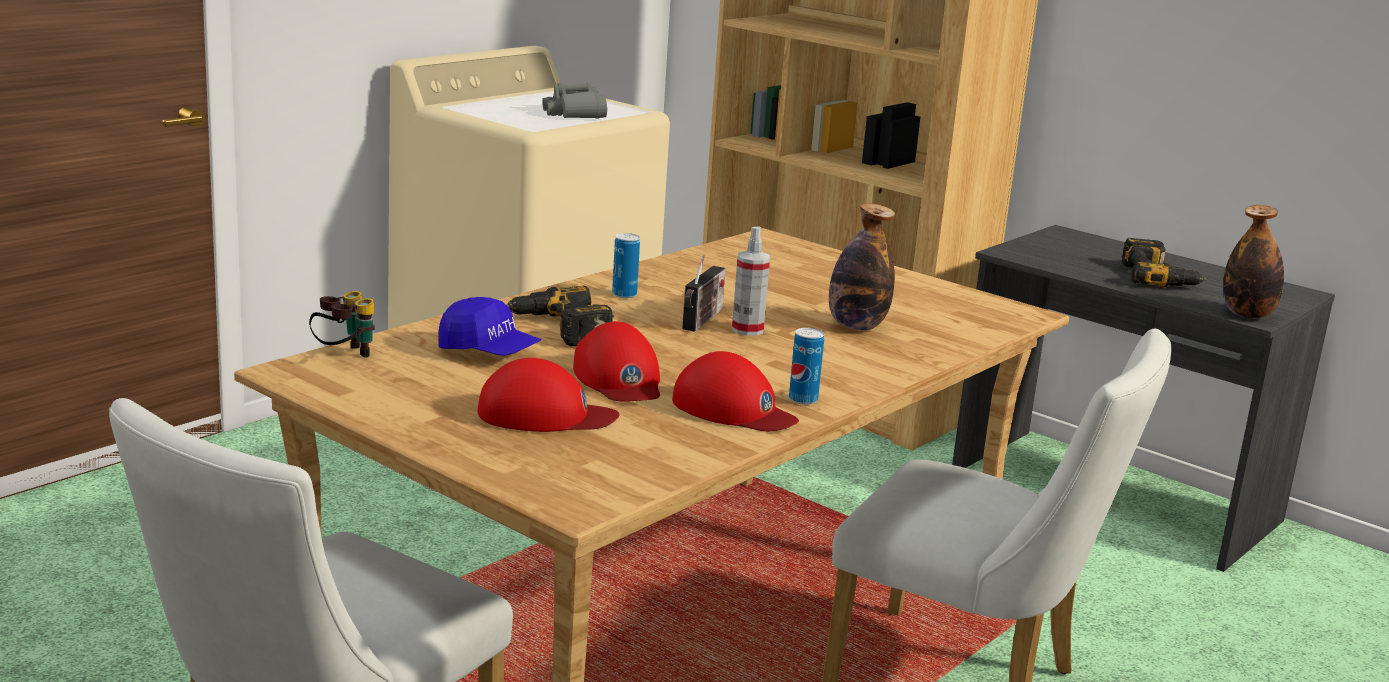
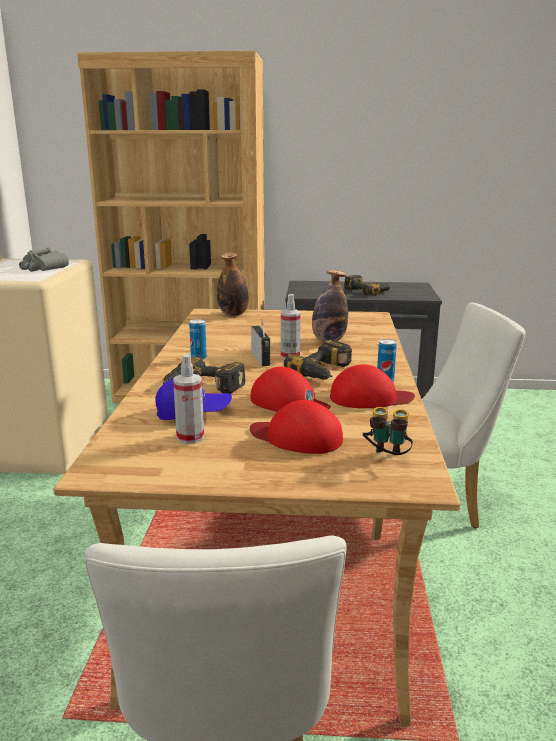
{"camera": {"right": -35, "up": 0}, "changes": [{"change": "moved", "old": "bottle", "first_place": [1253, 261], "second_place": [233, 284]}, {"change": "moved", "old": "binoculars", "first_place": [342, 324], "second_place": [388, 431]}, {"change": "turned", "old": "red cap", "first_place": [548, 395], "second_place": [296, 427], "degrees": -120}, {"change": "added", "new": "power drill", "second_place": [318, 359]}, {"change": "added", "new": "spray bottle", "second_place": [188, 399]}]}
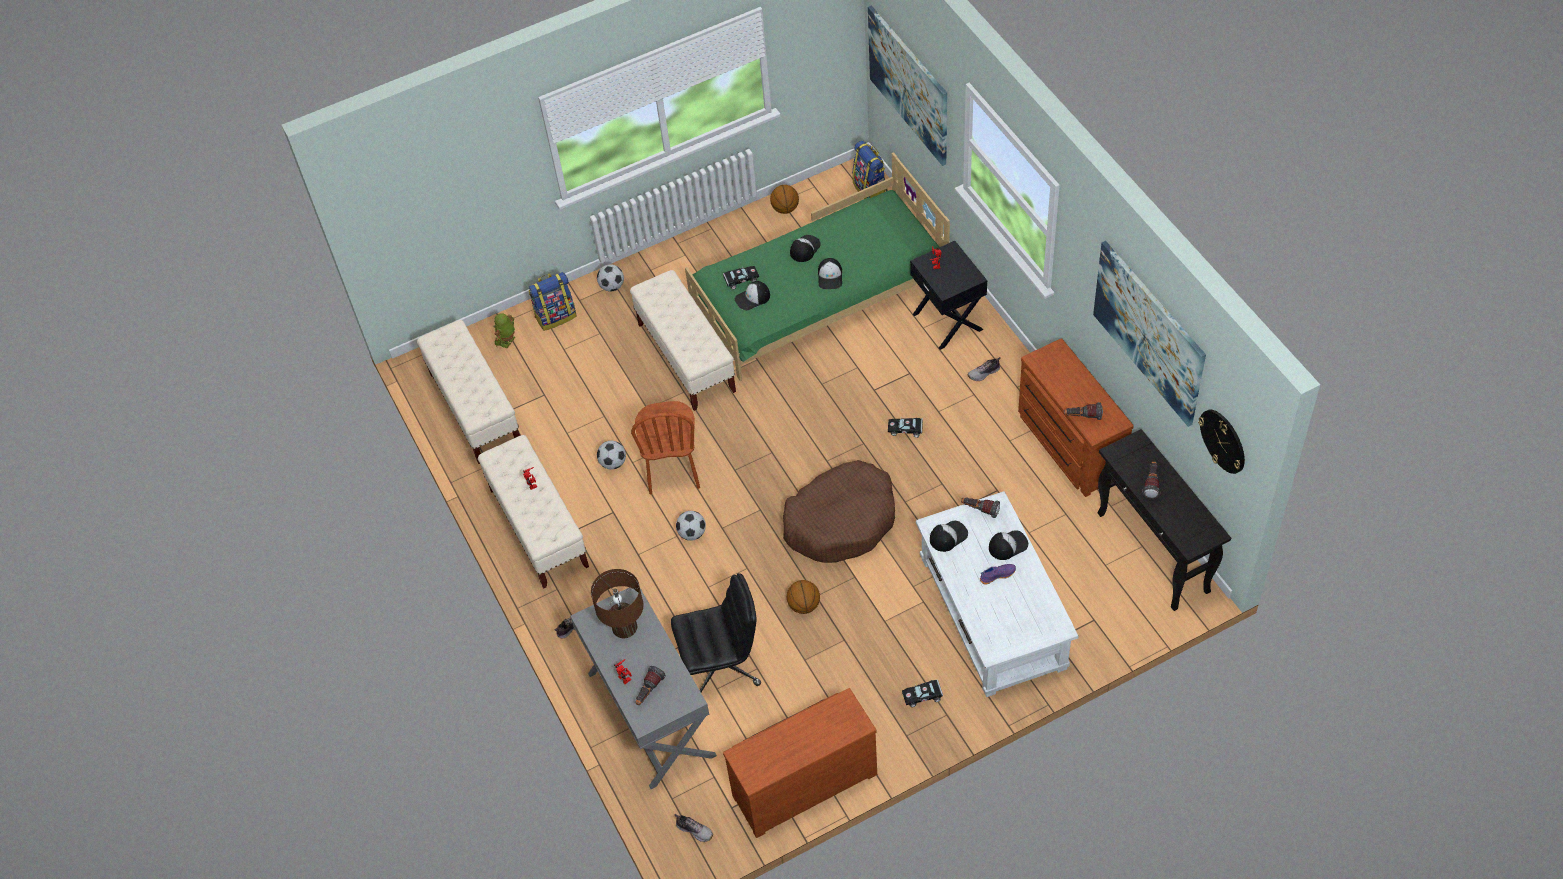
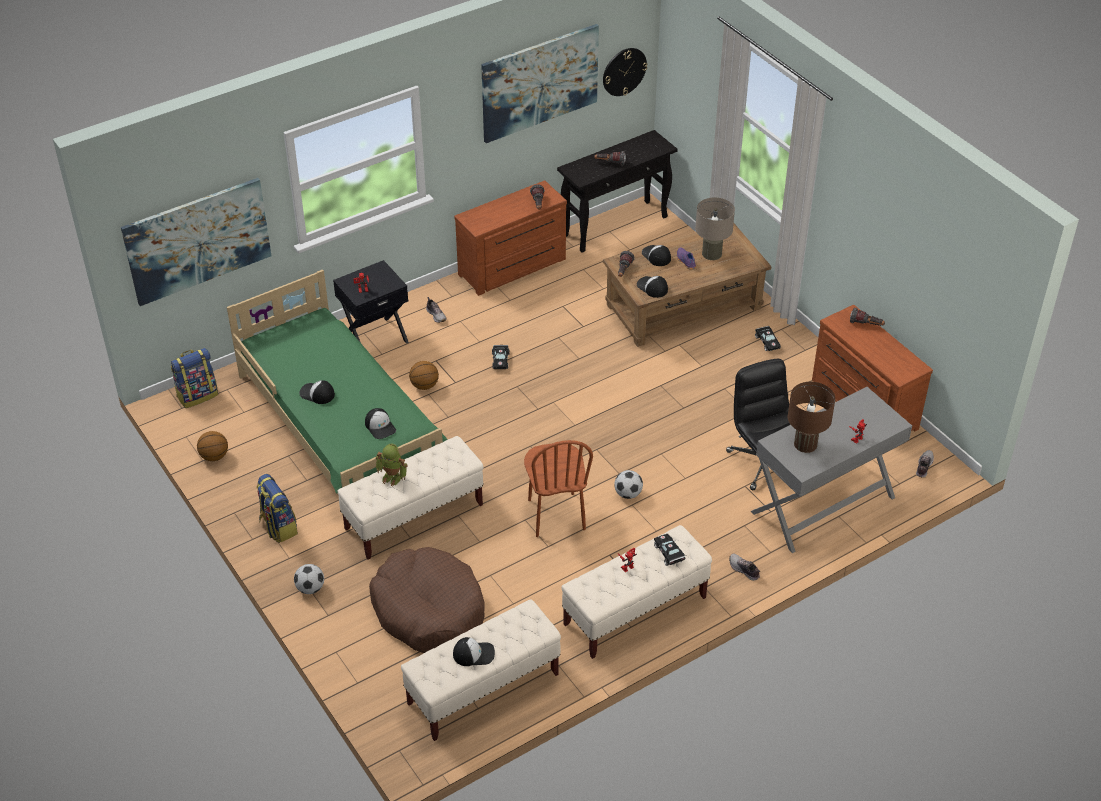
{"camera": {"right": -100, "up": -10}, "changes": [{"change": "moved", "old": "cap", "first_place": [830, 273], "second_place": [474, 651]}, {"change": "moved", "old": "black toy car", "first_place": [741, 278], "second_place": [670, 550]}, {"change": "moved", "old": "backpack", "first_place": [553, 301], "second_place": [277, 508]}, {"change": "moved", "old": "toy robot", "first_place": [504, 330], "second_place": [392, 464]}, {"change": "turned", "old": "brown chair", "first_place": [665, 447], "second_place": [558, 488], "degrees": 90}, {"change": "removed", "old": "football", "first_place": [611, 455]}, {"change": "moved", "old": "brown dog bed", "first_place": [839, 511], "second_place": [427, 600]}, {"change": "recoloured", "old": "white coffee table", "new": "brown coffee table", "first_place": [997, 594], "second_place": [687, 285]}, {"change": "moved", "old": "basketball", "first_place": [803, 597], "second_place": [424, 375]}, {"change": "moved", "old": "flashlight", "first_place": [651, 685], "second_place": [867, 317]}, {"change": "added", "new": "beige table lamp", "second_place": [715, 228]}]}
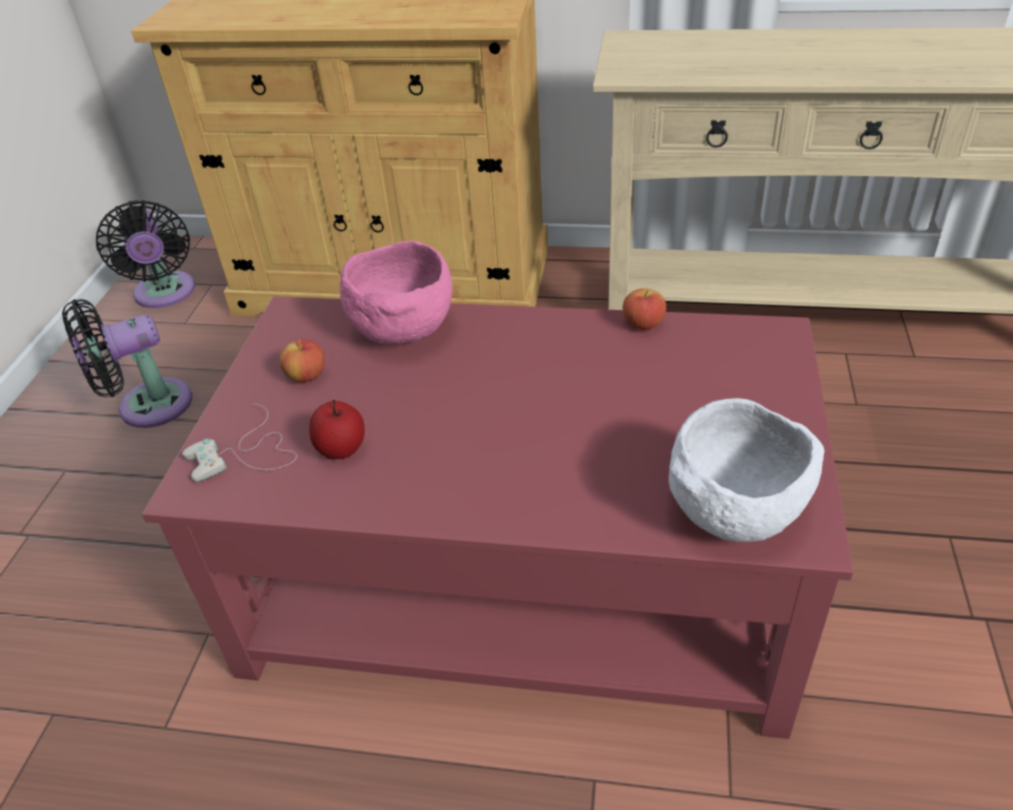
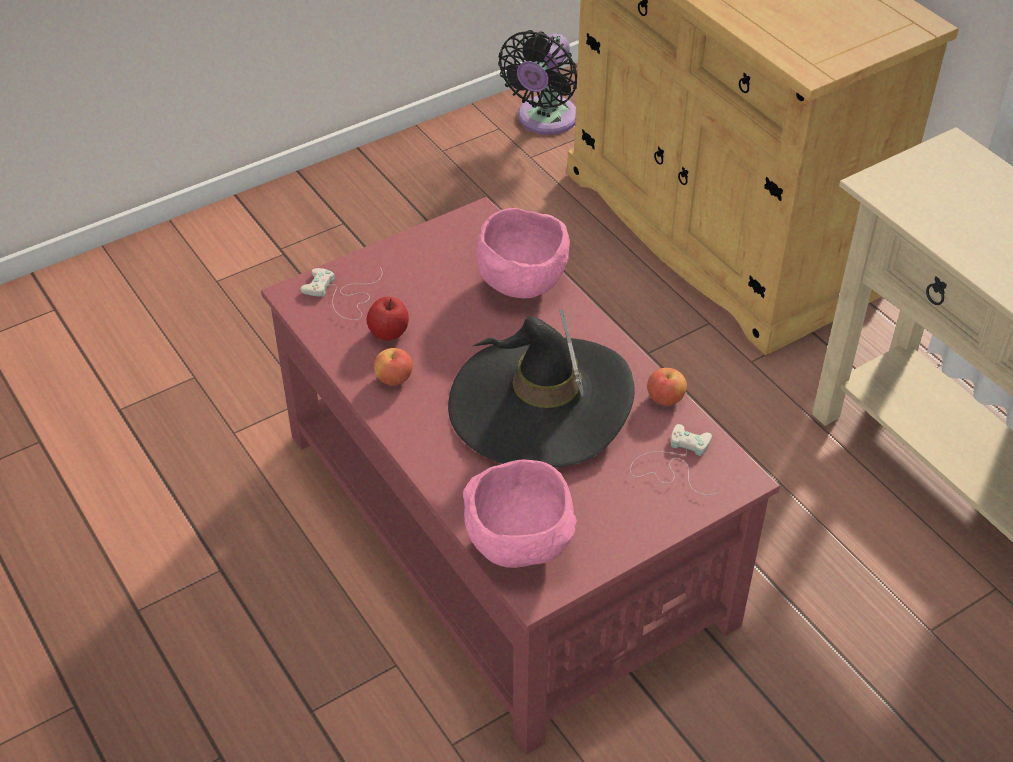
{"camera": {"right": 45, "up": 5}, "changes": [{"change": "removed", "old": "black fan", "first_place": [127, 363]}, {"change": "moved", "old": "apple", "first_place": [302, 360], "second_place": [393, 366]}, {"change": "recoloured", "old": "white bowl", "new": "pink bowl", "first_place": [746, 470], "second_place": [520, 513]}, {"change": "added", "new": "black hat", "second_place": [541, 388]}, {"change": "added", "new": "white game controller", "second_place": [673, 459]}]}
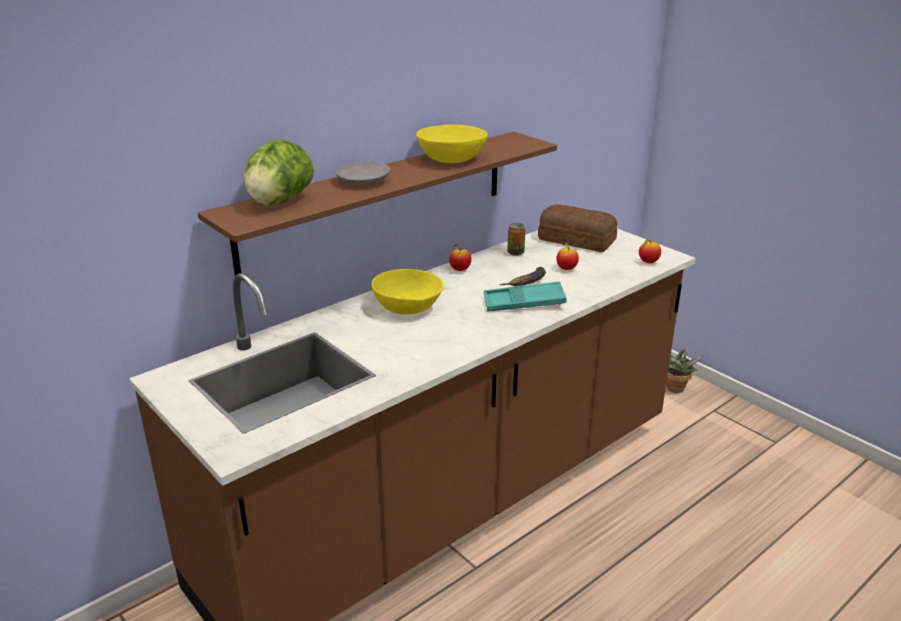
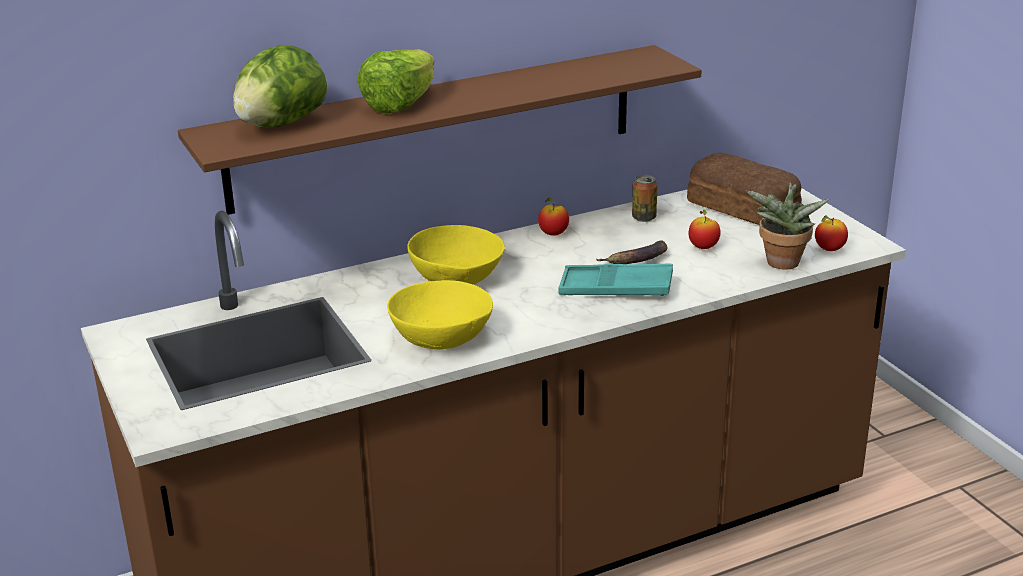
{"camera": {"right": 15, "up": 0}, "changes": [{"change": "moved", "old": "yellow bowl", "first_place": [452, 144], "second_place": [440, 315]}, {"change": "replaced", "old": "grey plate", "new": "lettuce", "first_place": [362, 173], "second_place": [395, 81]}, {"change": "moved", "old": "potted plant", "first_place": [685, 370], "second_place": [788, 226]}]}
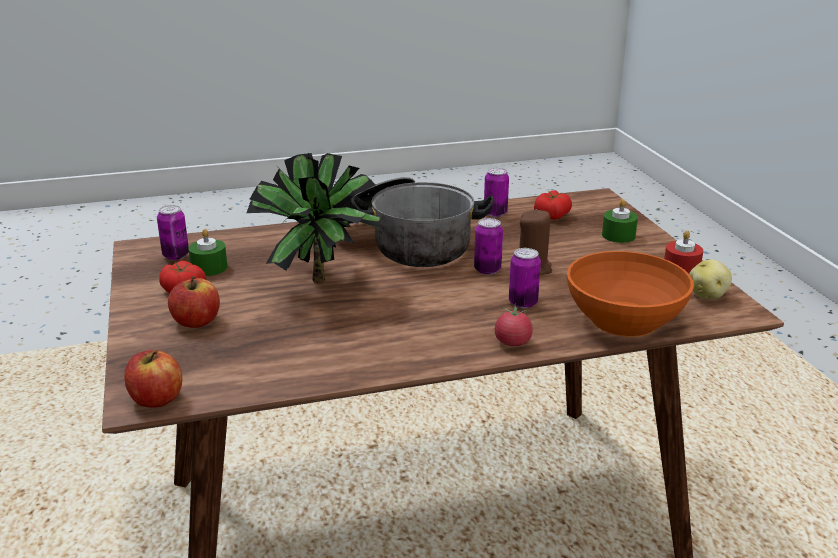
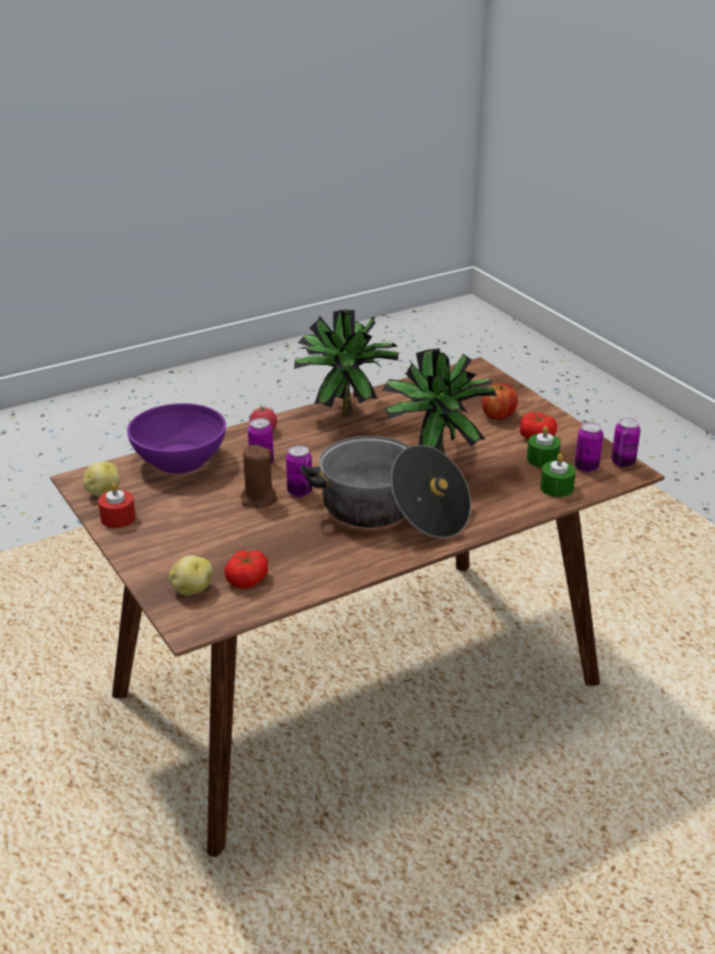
{"camera": {"right": 165, "up": 5}, "changes": [{"change": "moved", "old": "can", "first_place": [496, 192], "second_place": [625, 442]}, {"change": "moved", "old": "green candle", "first_place": [620, 221], "second_place": [558, 475]}, {"change": "recoloured", "old": "orange bowl", "new": "purple bowl", "first_place": [630, 294], "second_place": [176, 438]}, {"change": "removed", "old": "apple", "first_place": [153, 379]}, {"change": "added", "new": "potted plant", "second_place": [346, 363]}, {"change": "added", "new": "potato", "second_place": [190, 576]}]}
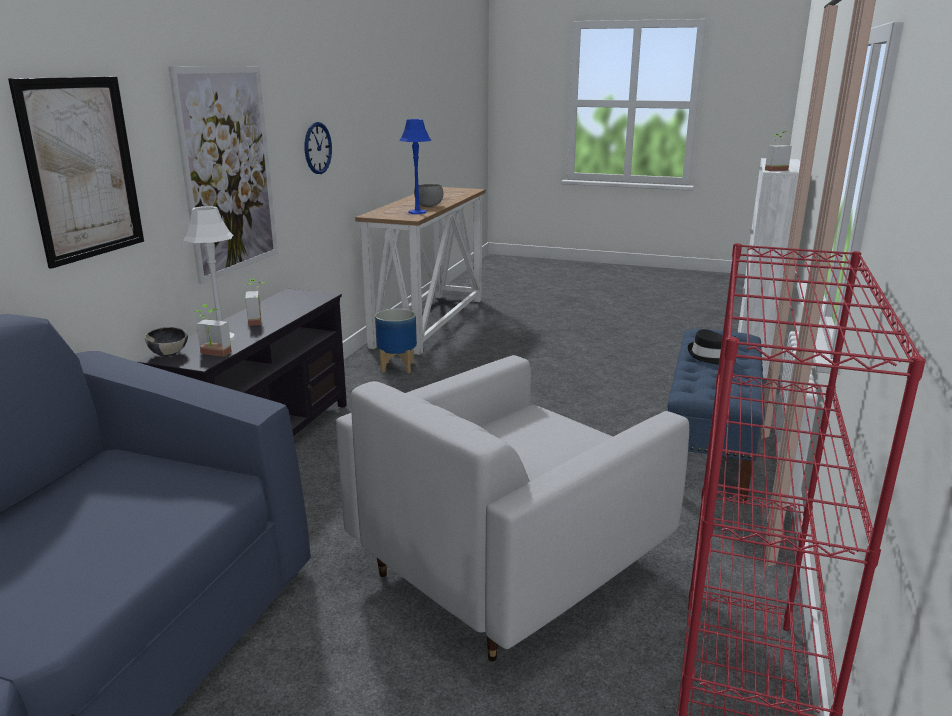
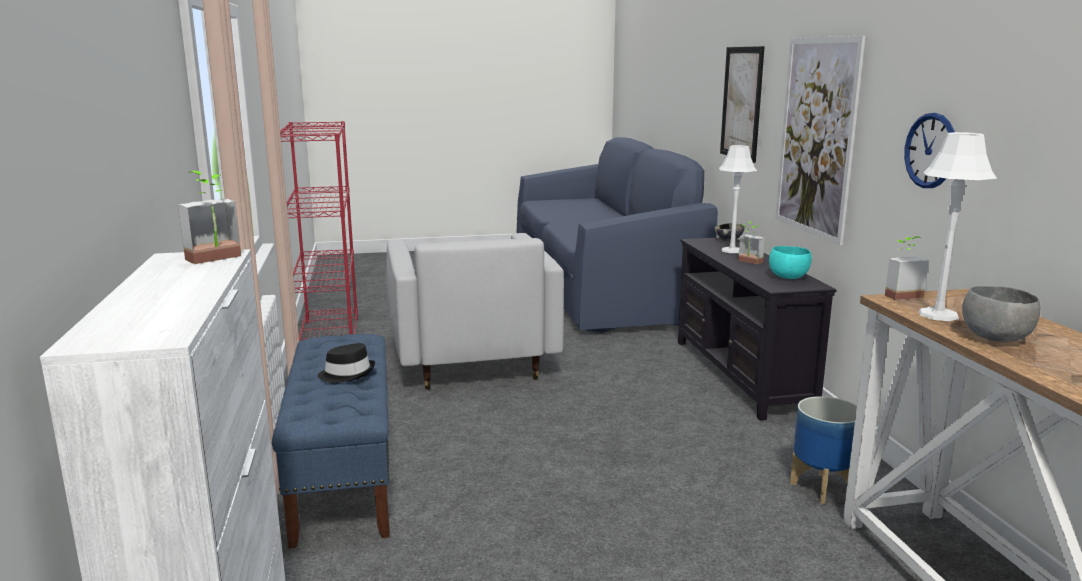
{"camera": {"right": 150, "up": -5}, "changes": [{"change": "recoloured", "old": "blue table lamp", "new": "white table lamp", "first_place": [415, 166], "second_place": [958, 226]}, {"change": "moved", "old": "potted plant", "first_place": [213, 330], "second_place": [907, 268]}, {"change": "turned", "old": "white armchair", "first_place": [512, 508], "second_place": [475, 311], "degrees": 150}, {"change": "added", "new": "turquoise bowl", "second_place": [790, 262]}]}
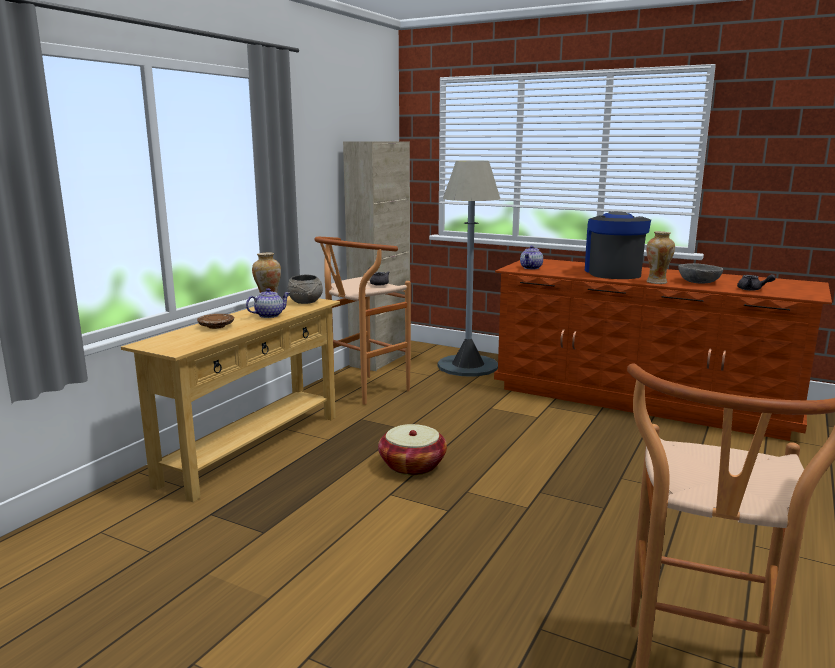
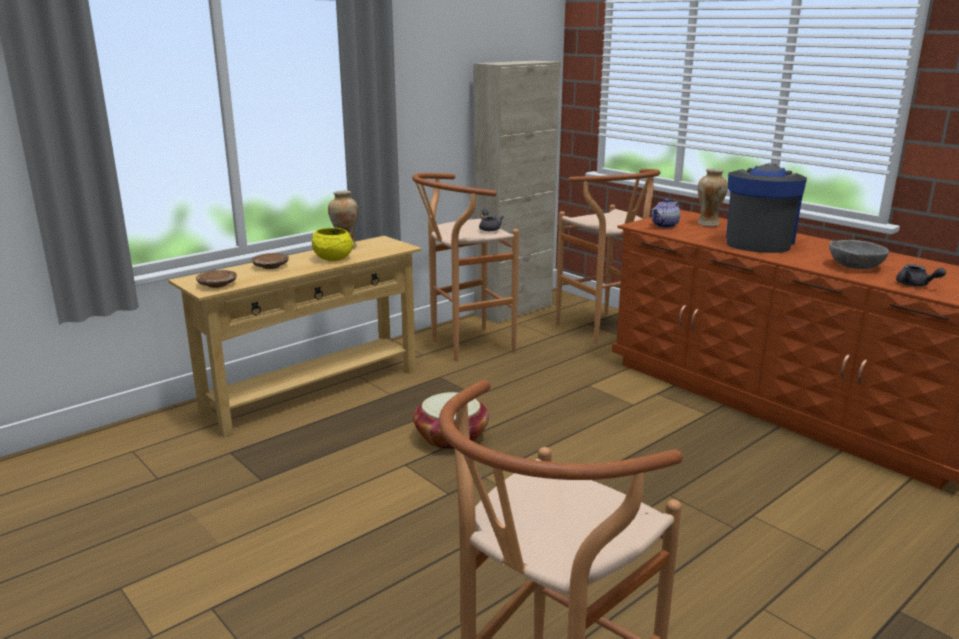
{"camera": {"right": 20, "up": 5}, "changes": [{"change": "replaced", "old": "grey floor lamp", "new": "brown stool", "first_place": [469, 268], "second_place": [608, 256]}, {"change": "moved", "old": "vase", "first_place": [660, 257], "second_place": [712, 197]}, {"change": "removed", "old": "grey bowl", "first_place": [305, 289]}, {"change": "replaced", "old": "teapot", "new": "yellow bowl", "first_place": [268, 303], "second_place": [333, 244]}, {"change": "added", "new": "brown plate", "second_place": [216, 279]}]}
